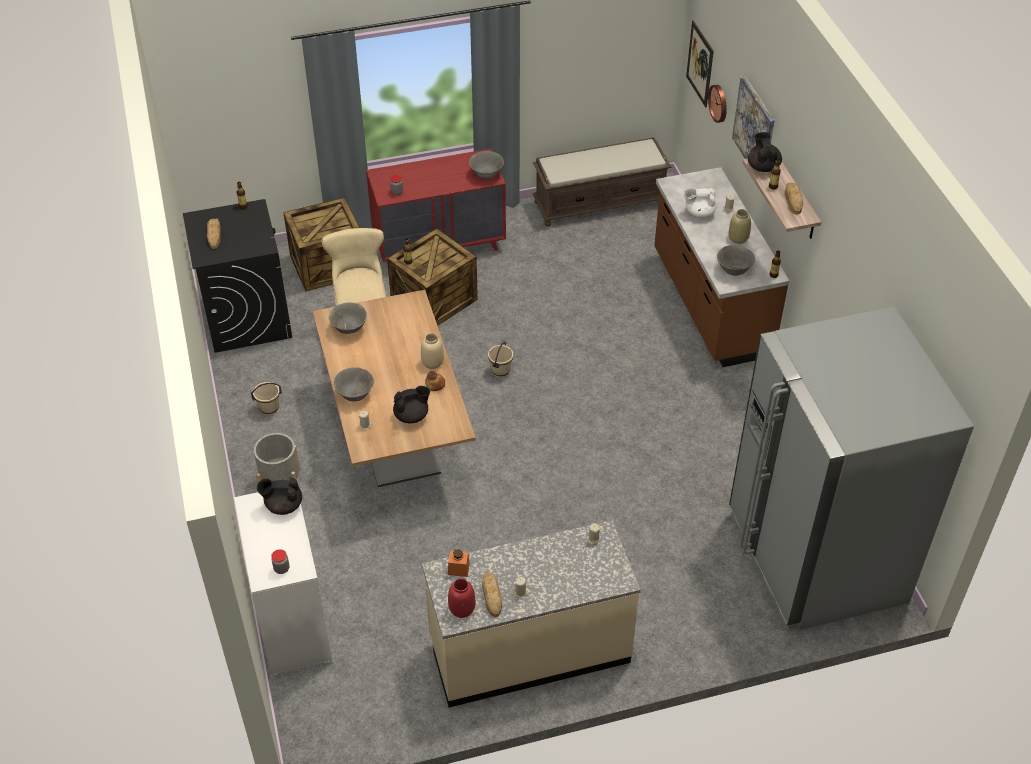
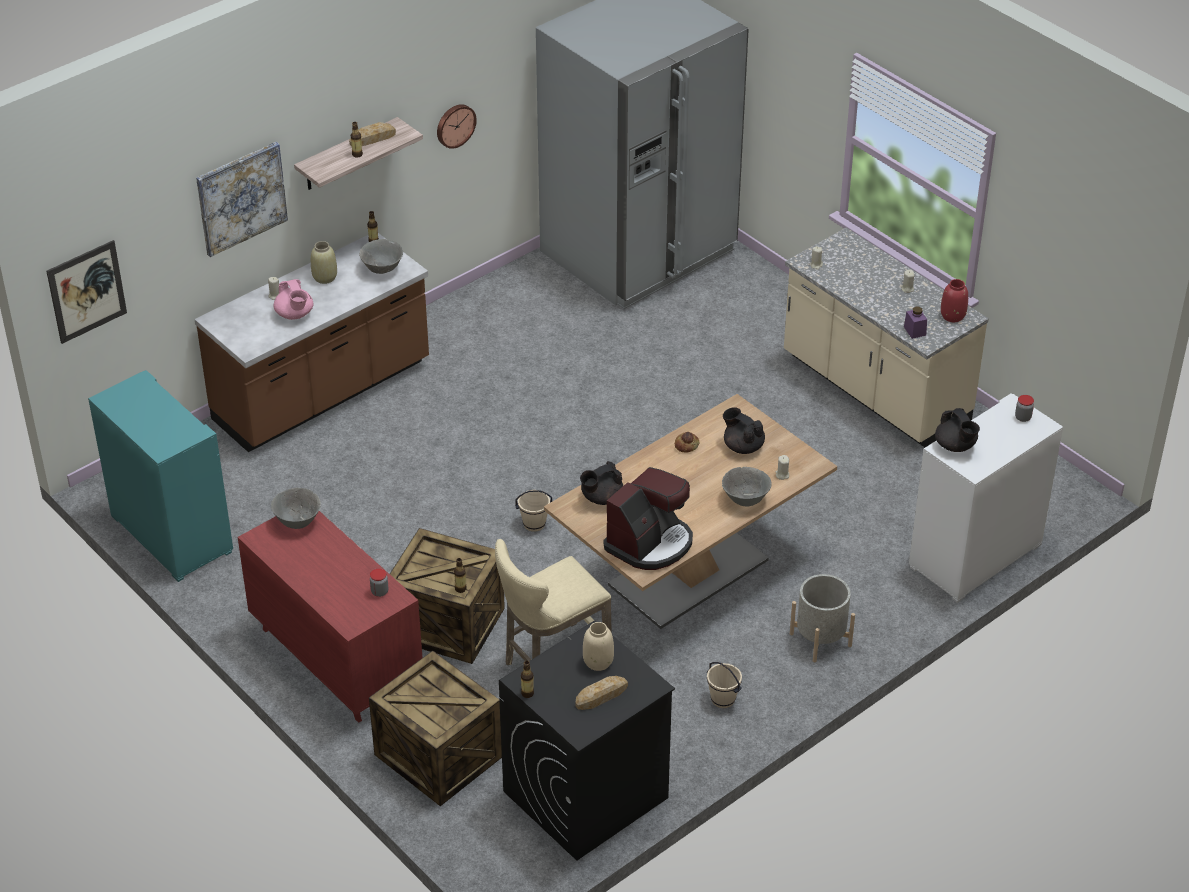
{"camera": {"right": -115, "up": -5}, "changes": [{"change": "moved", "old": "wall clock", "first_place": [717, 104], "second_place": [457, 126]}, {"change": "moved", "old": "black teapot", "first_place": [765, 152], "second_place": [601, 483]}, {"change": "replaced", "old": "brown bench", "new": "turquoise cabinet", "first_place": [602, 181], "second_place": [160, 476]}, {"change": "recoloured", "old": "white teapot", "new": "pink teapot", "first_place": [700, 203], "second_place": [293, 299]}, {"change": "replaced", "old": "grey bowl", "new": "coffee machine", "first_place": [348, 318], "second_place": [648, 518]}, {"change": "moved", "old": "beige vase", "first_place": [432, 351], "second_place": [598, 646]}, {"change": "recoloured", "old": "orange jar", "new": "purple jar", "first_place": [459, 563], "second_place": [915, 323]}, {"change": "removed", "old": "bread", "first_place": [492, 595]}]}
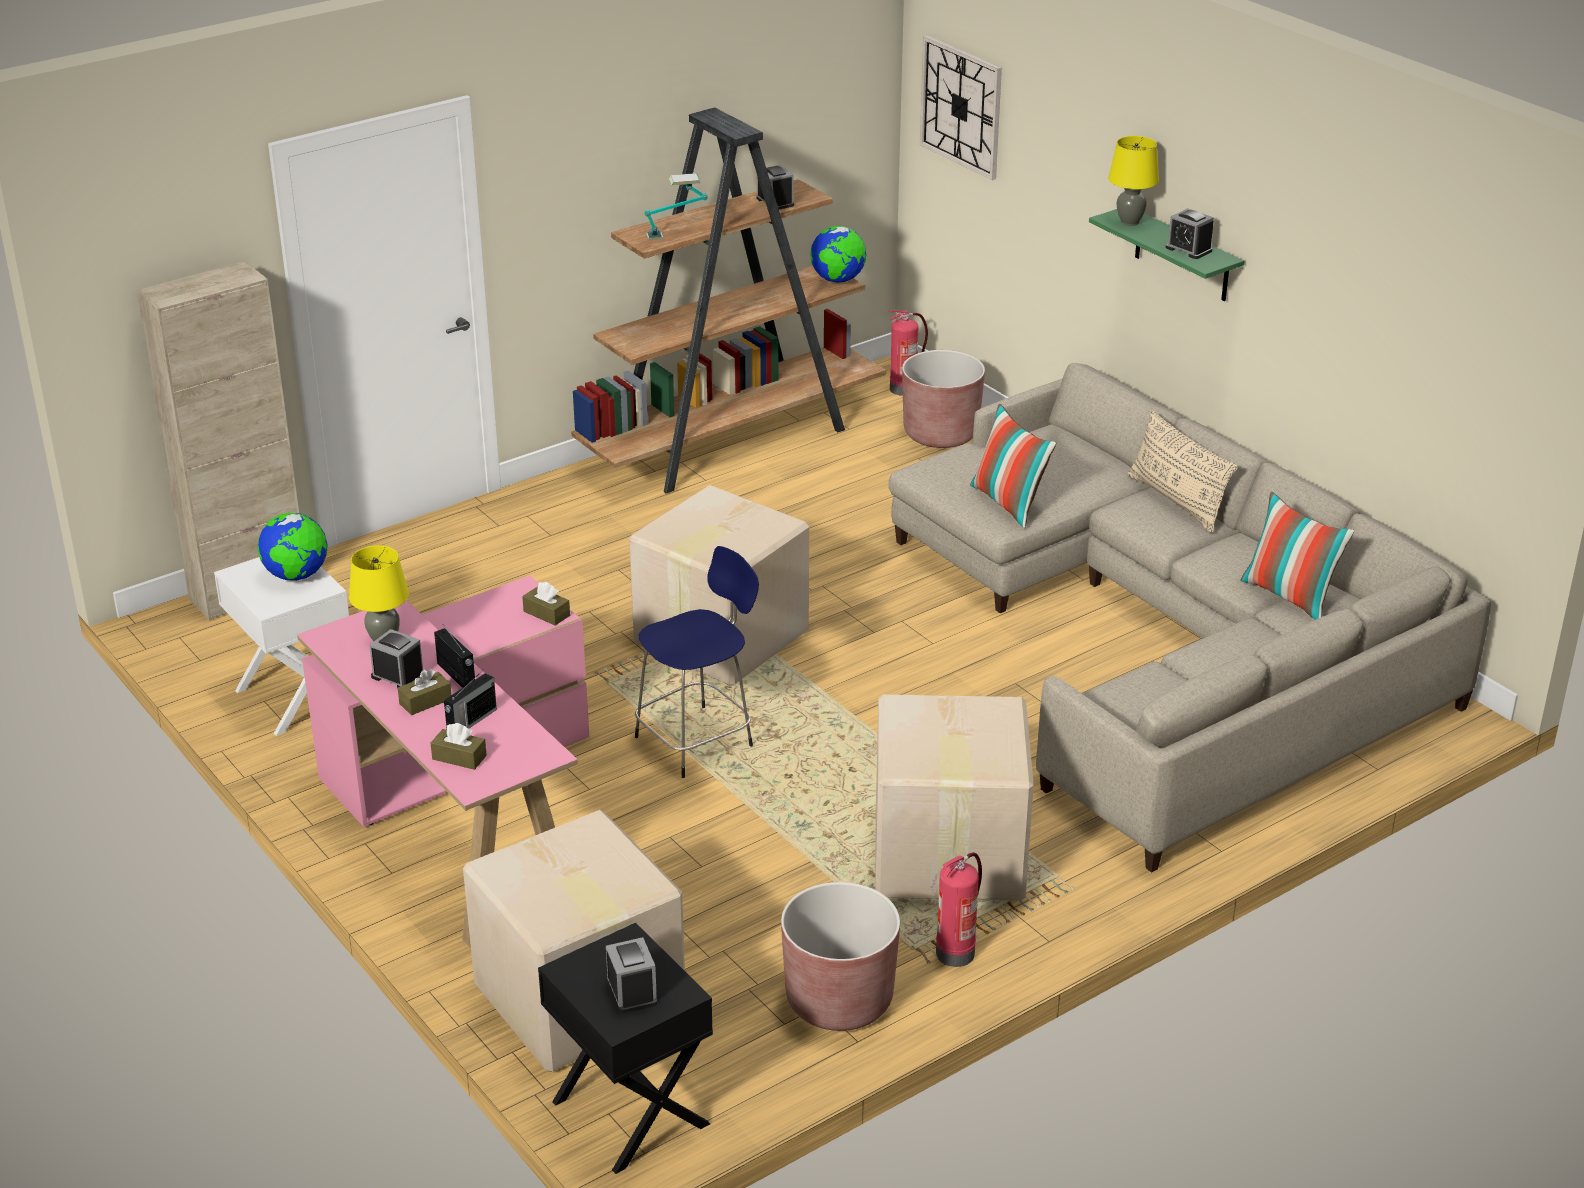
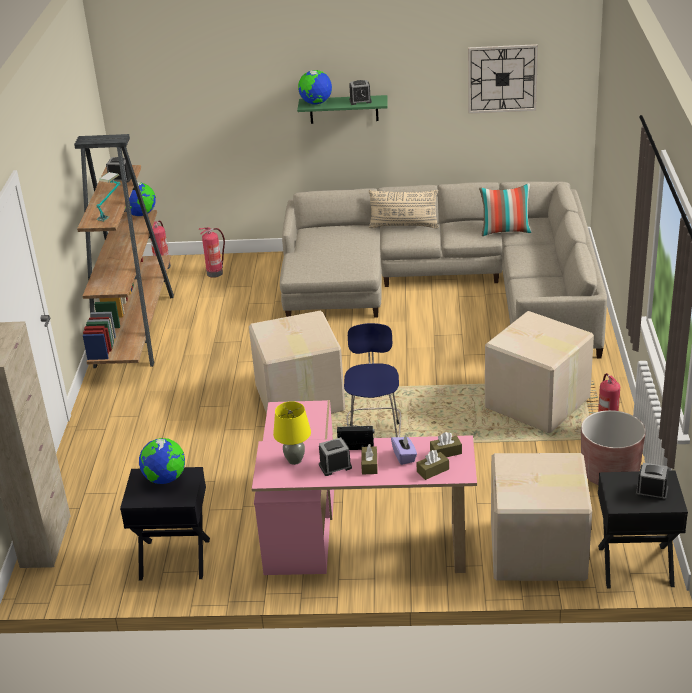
{"camera": {"right": -50, "up": 0}, "changes": [{"change": "moved", "old": "wall clock", "first_place": [961, 107], "second_place": [503, 79]}, {"change": "replaced", "old": "yellow table lamp", "new": "globe", "first_place": [1133, 181], "second_place": [315, 87]}, {"change": "replaced", "old": "brown planter", "new": "fire extinguisher", "first_place": [943, 399], "second_place": [212, 252]}, {"change": "removed", "old": "pillow", "first_place": [1013, 466]}, {"change": "recoloured", "old": "white nightstand", "new": "black nightstand", "first_place": [281, 646], "second_place": [165, 524]}, {"change": "moved", "old": "brown tissue box", "first_place": [546, 603], "second_place": [446, 444]}, {"change": "replaced", "old": "radio", "new": "purple tissue box", "first_place": [470, 699], "second_place": [404, 449]}]}
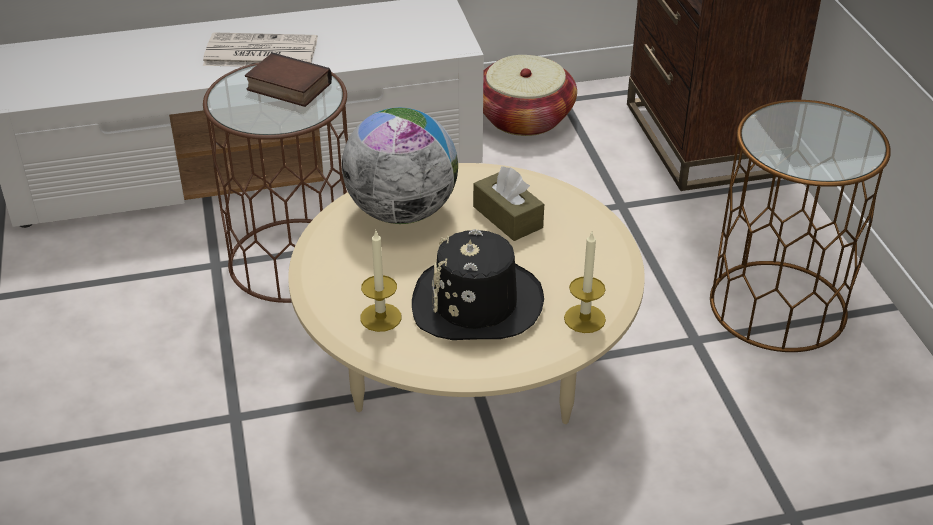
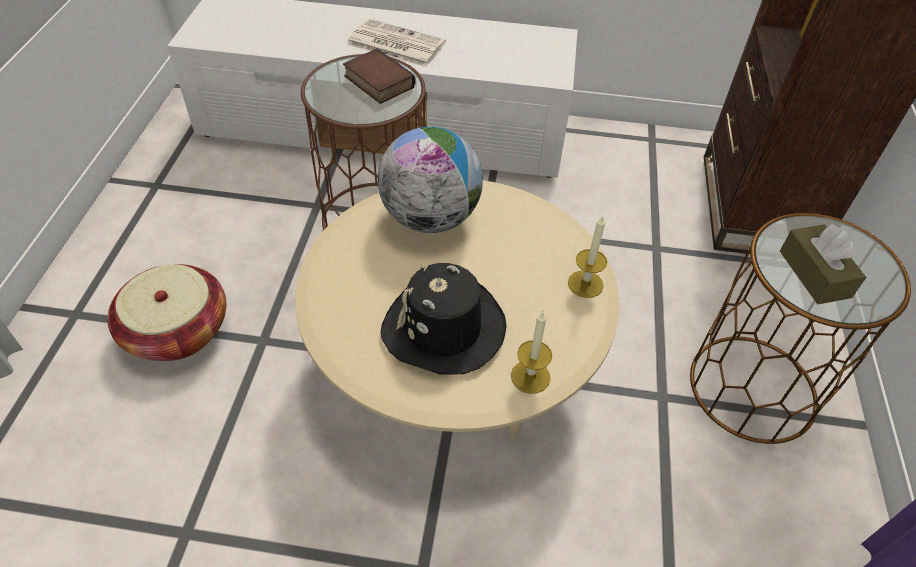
{"camera": {"right": 20, "up": 10}, "changes": [{"change": "moved", "old": "basket", "first_place": [530, 95], "second_place": [166, 312]}, {"change": "moved", "old": "brown tissue box", "first_place": [508, 203], "second_place": [823, 263]}, {"change": "moved", "old": "candle", "first_place": [380, 280], "second_place": [587, 257]}]}
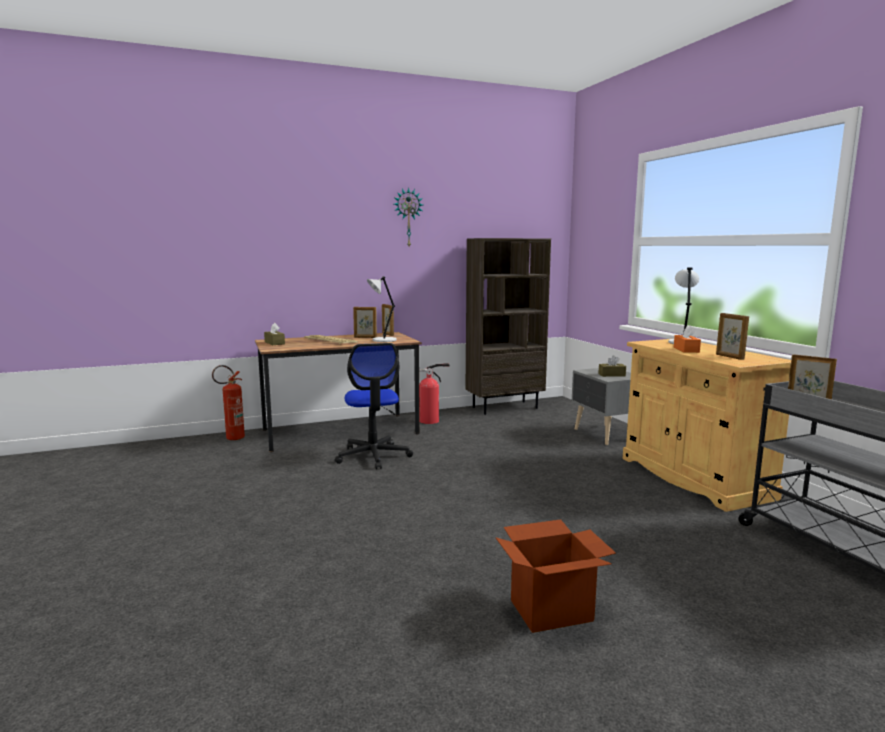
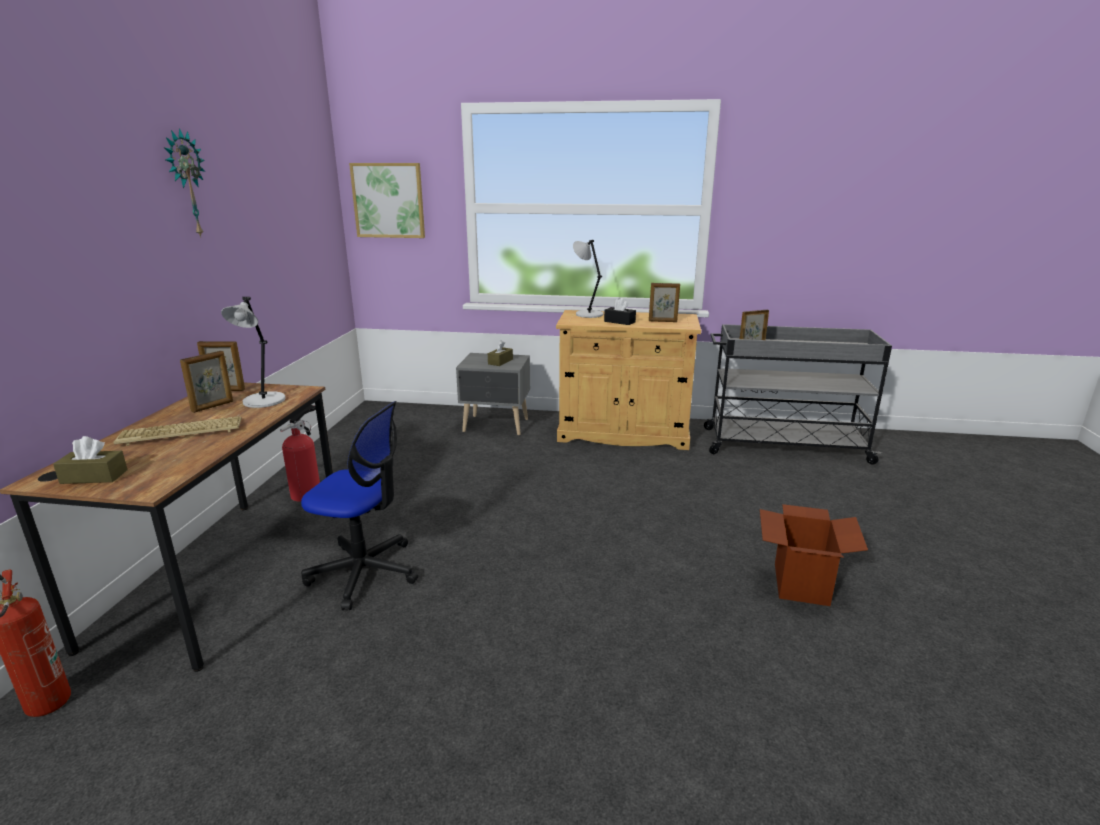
{"camera": {"right": -60, "up": 10}, "changes": [{"change": "removed", "old": "brown bookcase", "first_place": [508, 326]}, {"change": "recoloured", "old": "orange tissue box", "new": "black tissue box", "first_place": [687, 339], "second_place": [620, 311]}, {"change": "added", "new": "picture", "second_place": [387, 200]}]}
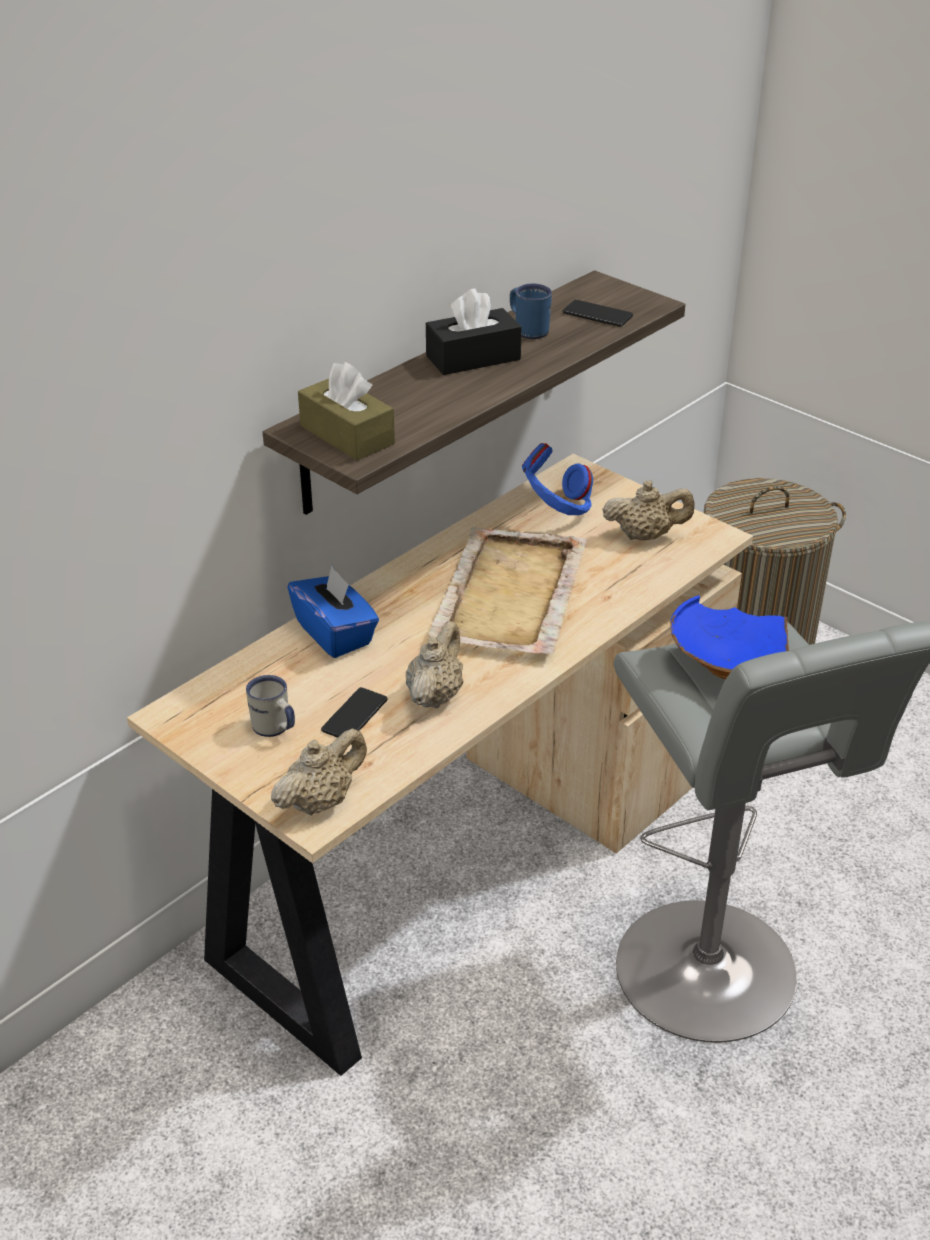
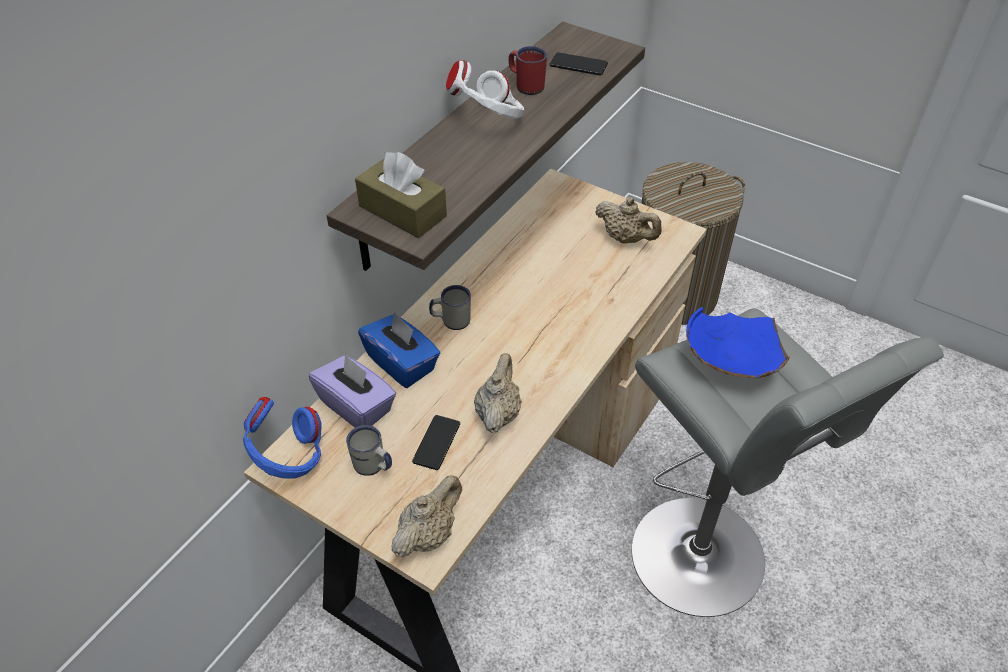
{"camera": {"right": -10, "up": 10}, "changes": [{"change": "recoloured", "old": "blue mug", "new": "red mug", "first_place": [531, 311], "second_place": [528, 70]}, {"change": "replaced", "old": "black tissue box", "new": "white headphones", "first_place": [474, 331], "second_place": [485, 89]}, {"change": "moved", "old": "blue headphones", "first_place": [557, 479], "second_place": [282, 438]}, {"change": "turned", "old": "beige teapot", "first_place": [648, 510], "second_place": [628, 220], "degrees": 45}, {"change": "removed", "old": "beige tray", "first_place": [507, 591]}, {"change": "added", "new": "white mug", "second_place": [450, 307]}, {"change": "added", "new": "purple tissue box", "second_place": [352, 391]}]}
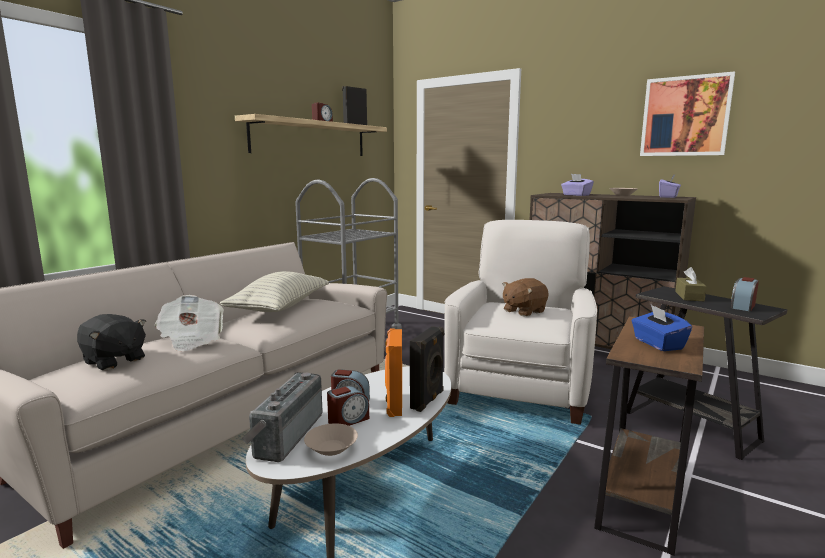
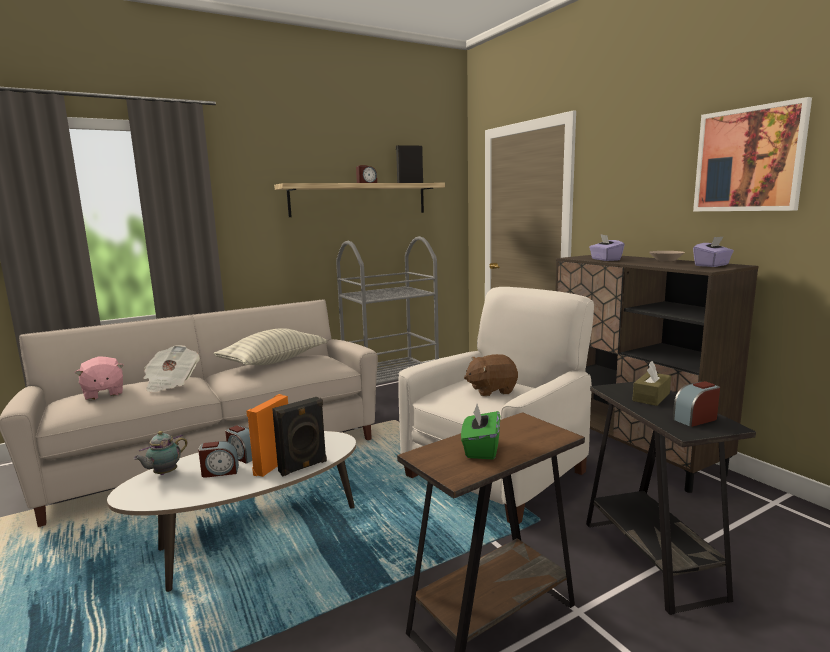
{"camera": {"right": 25, "up": 0}, "changes": [{"change": "recoloured", "old": "blue tissue box", "new": "green tissue box", "first_place": [662, 328], "second_place": [480, 432]}, {"change": "recoloured", "old": "black plush toy", "new": "pink plush toy", "first_place": [111, 342], "second_place": [99, 378]}, {"change": "replaced", "old": "radio", "new": "teapot", "first_place": [282, 417], "second_place": [160, 453]}, {"change": "removed", "old": "beige bowl", "first_place": [331, 440]}]}
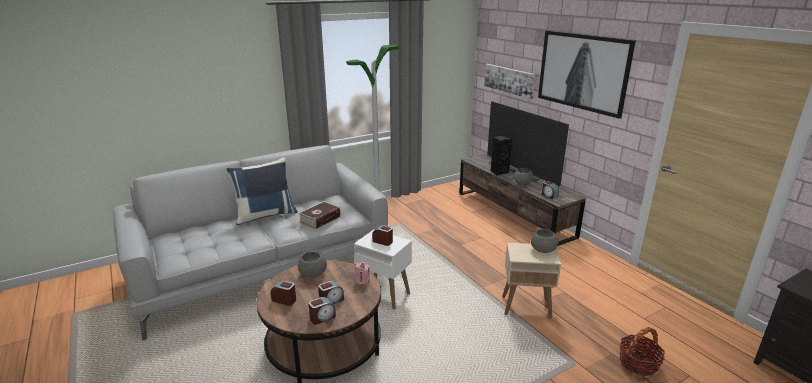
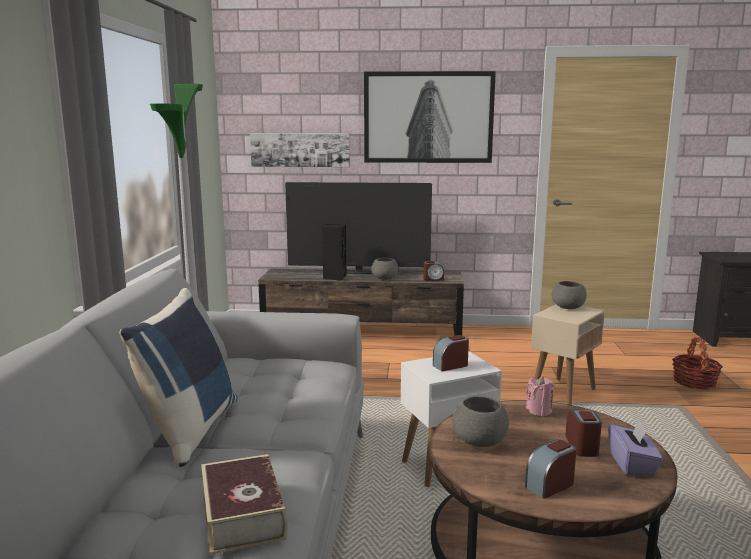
{"camera": {"right": -55, "up": -10}, "changes": [{"change": "moved", "old": "book", "first_place": [319, 215], "second_place": [244, 504]}, {"change": "replaced", "old": "alarm clock", "new": "purple tissue box", "first_place": [322, 311], "second_place": [635, 448]}]}
